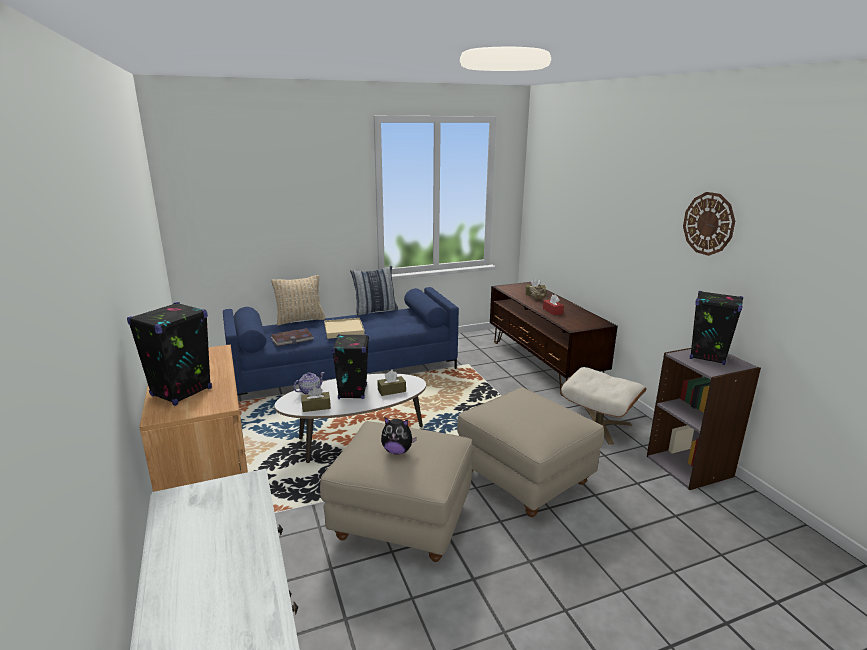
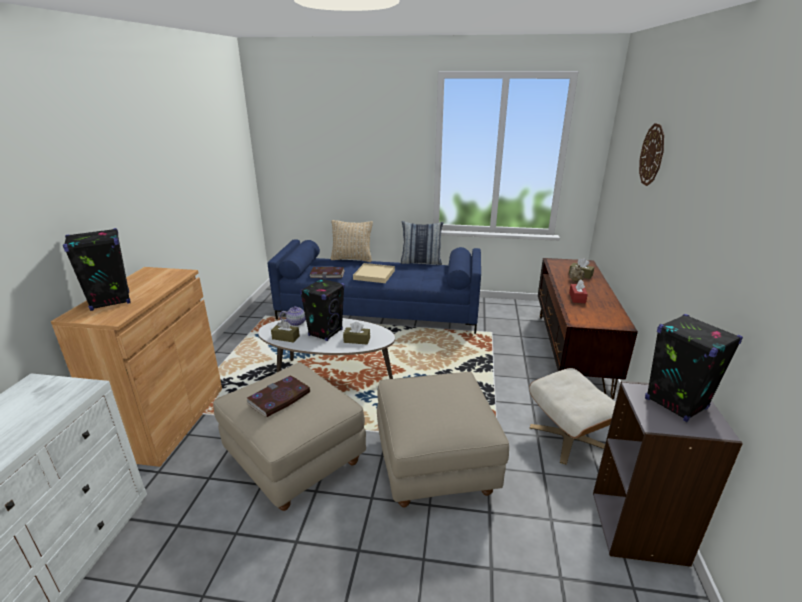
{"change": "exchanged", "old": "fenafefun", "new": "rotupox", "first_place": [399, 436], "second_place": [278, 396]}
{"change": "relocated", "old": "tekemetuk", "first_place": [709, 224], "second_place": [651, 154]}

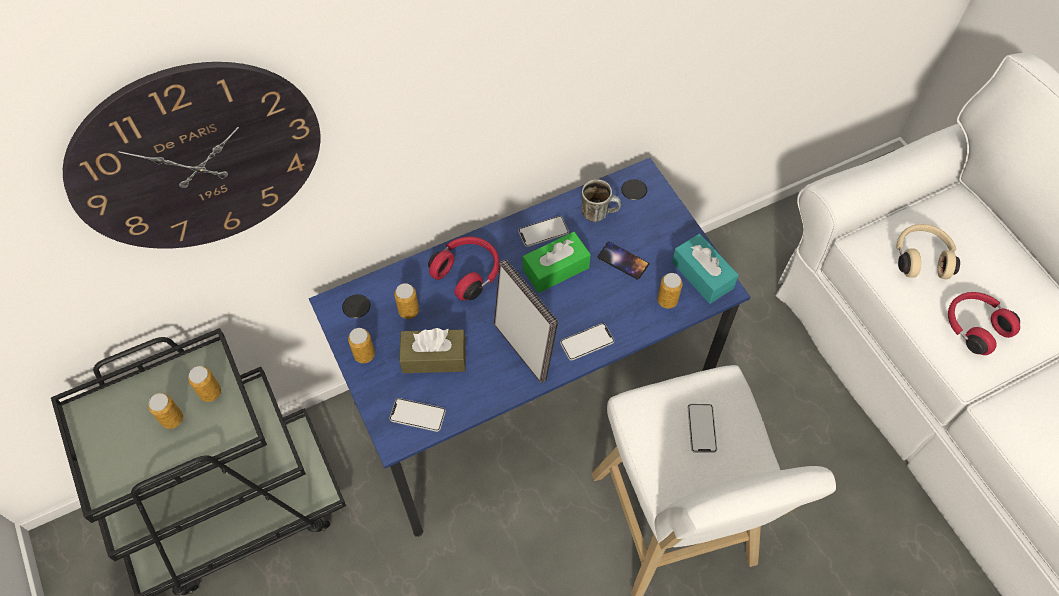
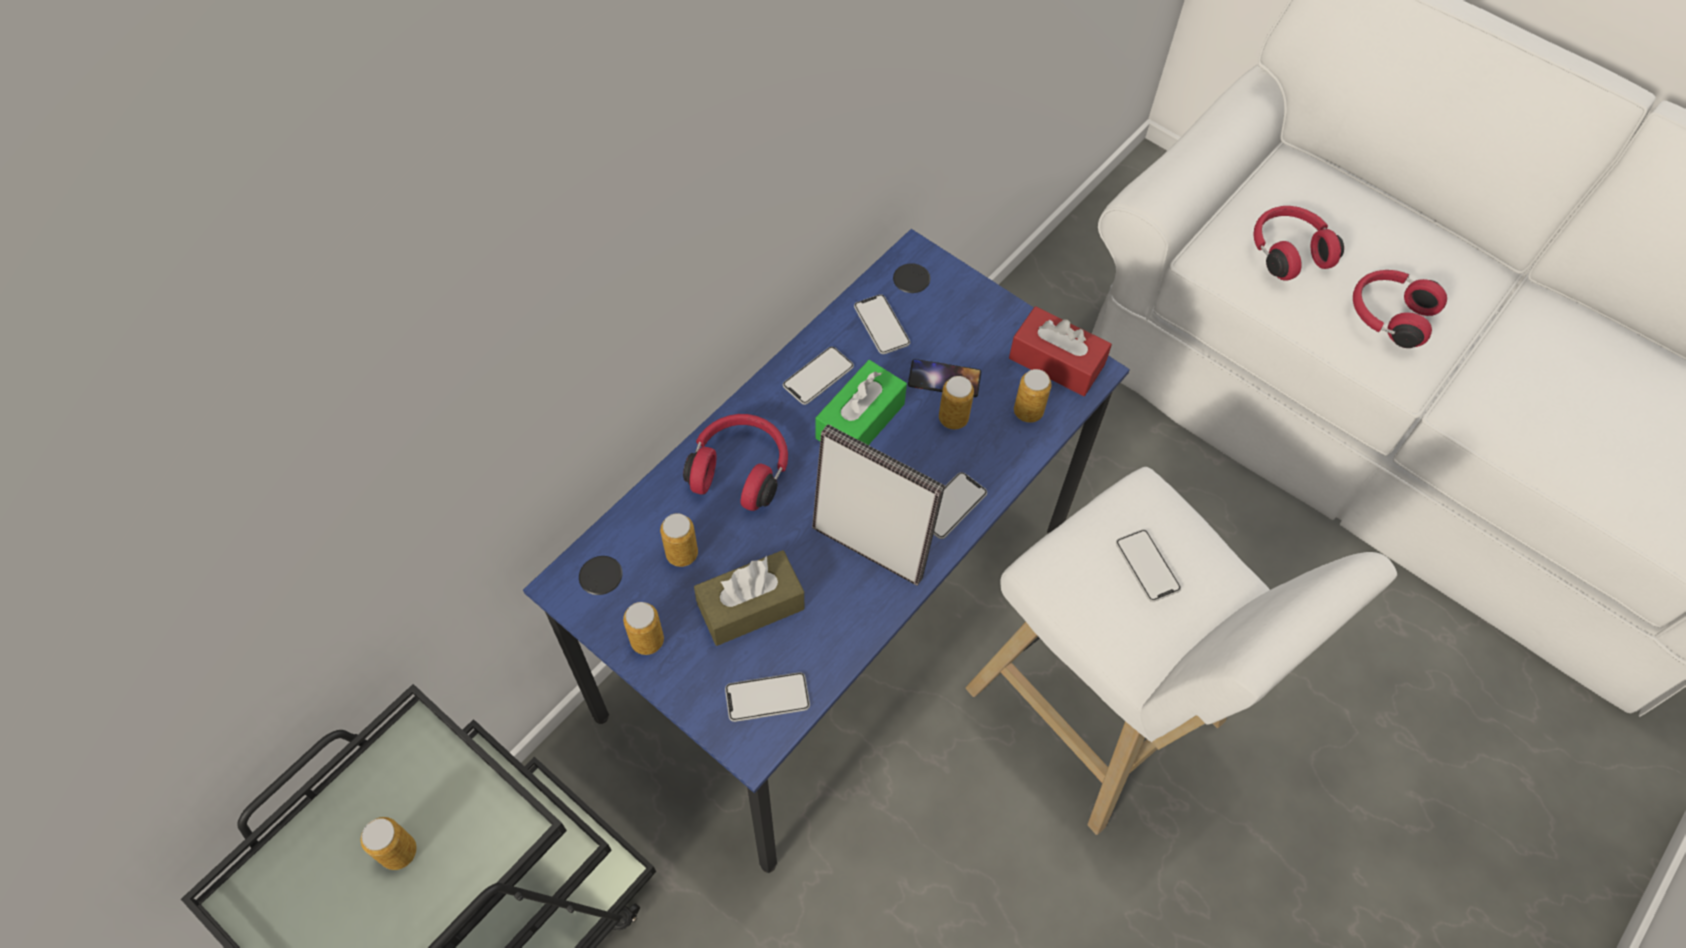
{"change": "exchanged", "old": "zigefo", "new": "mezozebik", "first_place": [601, 200], "second_place": [882, 324]}
{"change": "relocated", "old": "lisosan", "first_place": [204, 384], "second_place": [956, 402]}
{"change": "colour", "old": "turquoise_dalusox", "new": "red_dalusox", "first_place": [705, 269], "second_place": [1060, 351]}
{"change": "colour", "old": "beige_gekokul", "new": "red_gekokul", "first_place": [928, 251], "second_place": [1298, 243]}
{"change": "missing", "old": "tekemetuk", "first_place": [191, 155]}

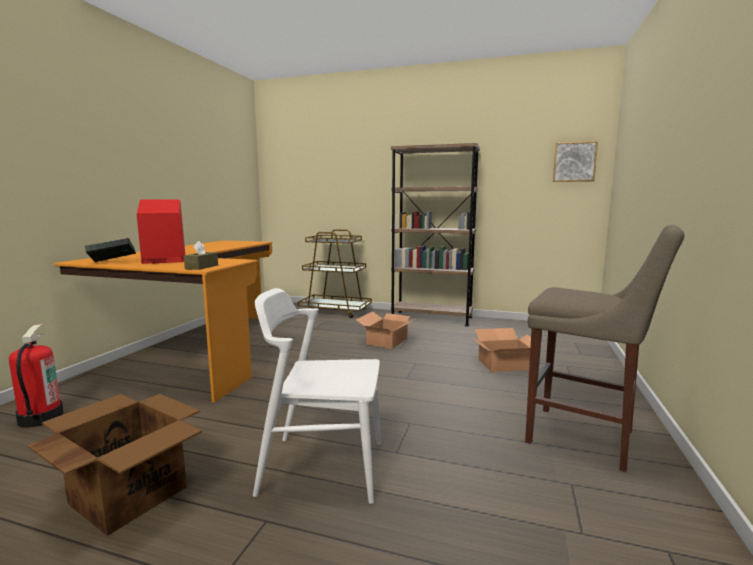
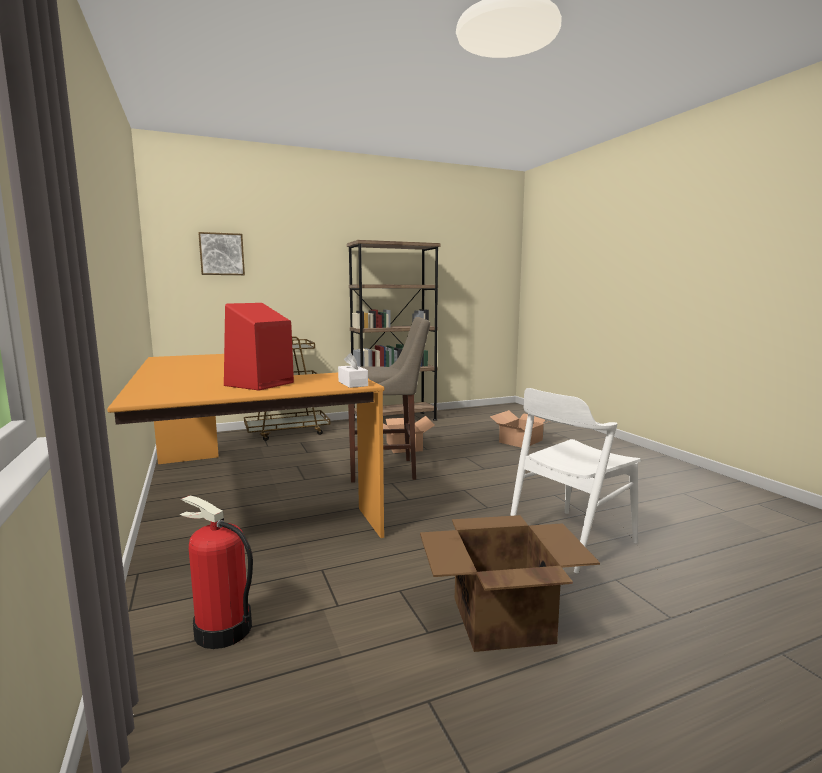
{"change": "relocated", "old": "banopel", "first_place": [575, 161], "second_place": [221, 253]}
{"change": "colour", "old": "brown_dalusox", "new": "white_dalusox", "first_place": [201, 255], "second_place": [353, 370]}
{"change": "relocated", "old": "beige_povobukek", "first_place": [605, 348], "second_place": [389, 400]}
{"change": "missing", "old": "rotupox", "first_place": [110, 250]}

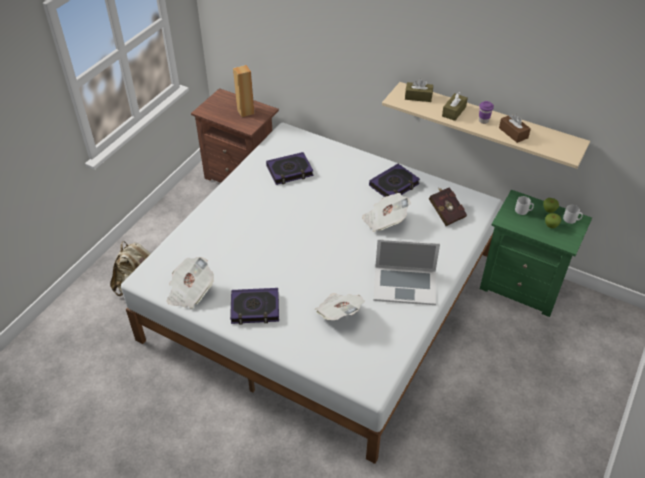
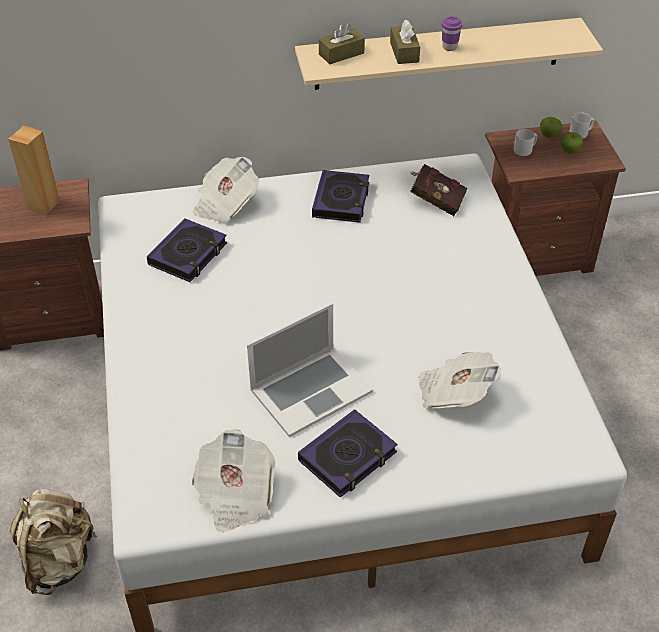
{"change": "relocated", "old": "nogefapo", "first_place": [386, 212], "second_place": [226, 190]}
{"change": "relocated", "old": "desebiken", "first_place": [406, 272], "second_place": [310, 370]}
{"change": "colour", "old": "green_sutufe", "new": "brown_sutufe", "first_place": [536, 253], "second_place": [555, 198]}
{"change": "missing", "old": "brown_dalusox", "first_place": [515, 128]}

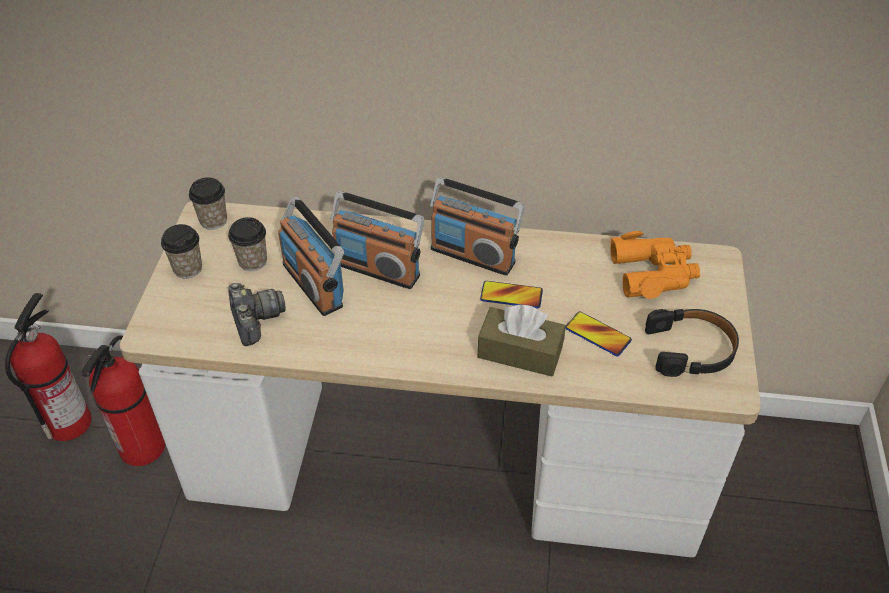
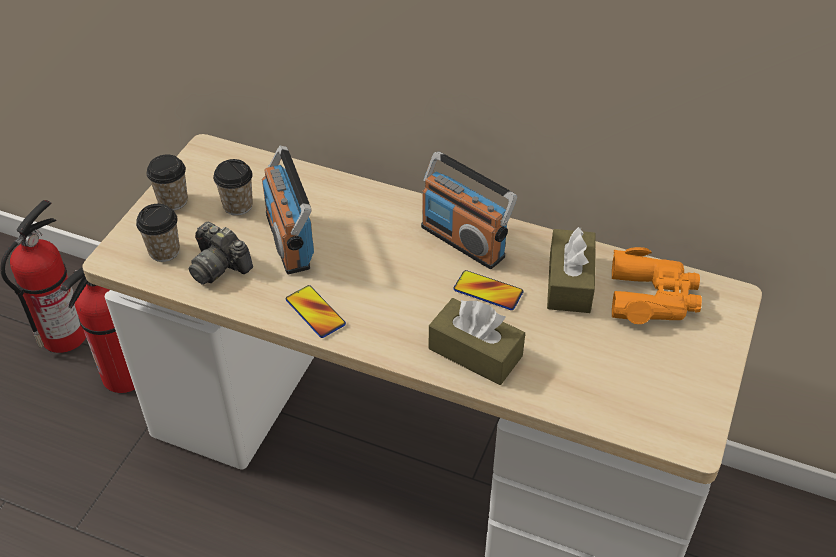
{"change": "relocated", "old": "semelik", "first_place": [208, 203], "second_place": [158, 233]}
{"change": "spun", "old": "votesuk", "first_place": [257, 314], "second_place": [221, 253], "degrees": 135}
{"change": "relocated", "old": "mezozebik", "first_place": [598, 334], "second_place": [316, 311]}
{"change": "appeared", "new": "brown_dalusox", "second_place": [571, 270]}
{"change": "missing", "old": "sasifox", "first_place": [377, 240]}
{"change": "missing", "old": "black_gekokul", "first_place": [692, 343]}

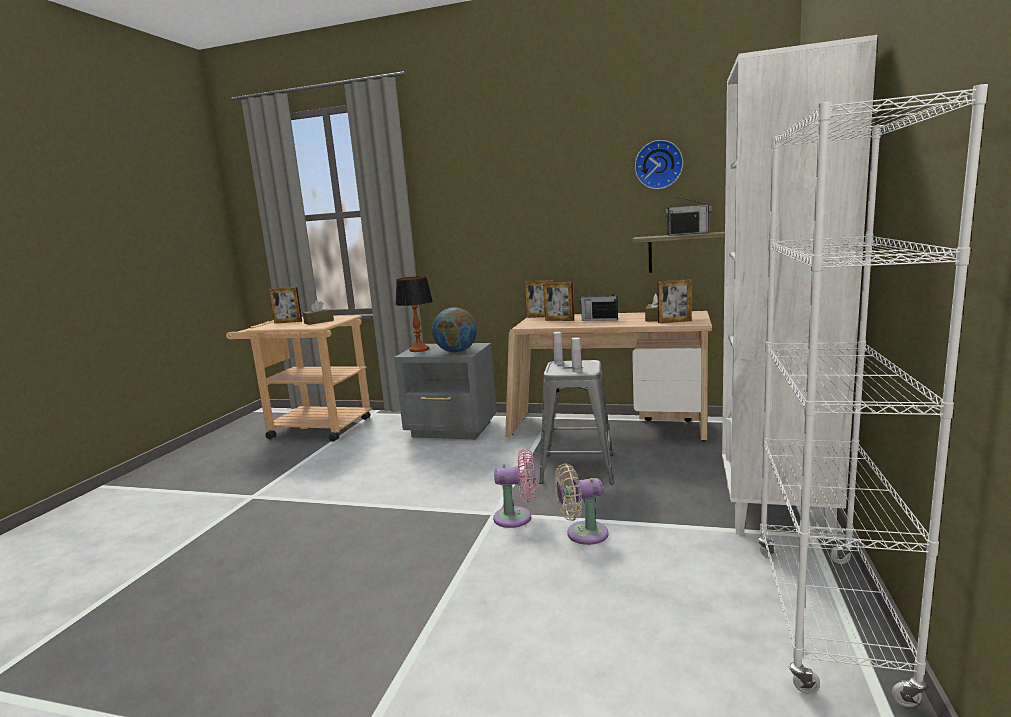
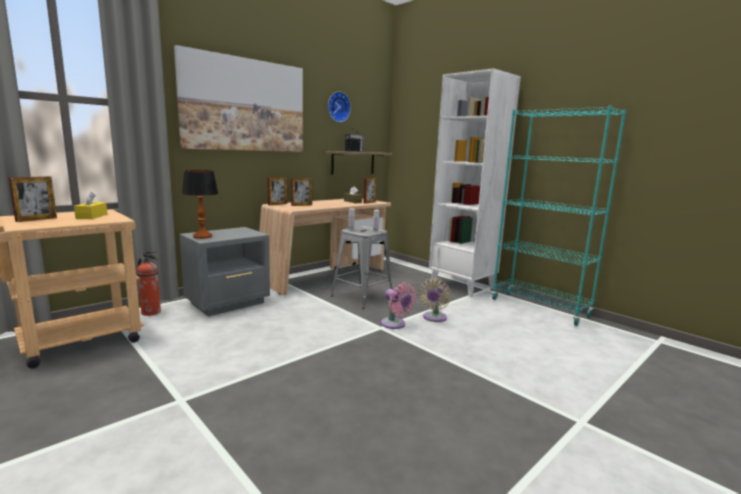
{"change": "colour", "old": "brown_dalusox", "new": "yellow_dalusox", "first_place": [318, 312], "second_place": [90, 205]}
{"change": "appeared", "new": "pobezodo", "second_place": [149, 283]}
{"change": "appeared", "new": "banopel", "second_place": [238, 98]}
{"change": "spun", "old": "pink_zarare", "first_place": [514, 488], "second_place": [398, 306], "degrees": 105}
{"change": "colour", "old": "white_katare", "new": "turquoise_katare", "first_place": [872, 395], "second_place": [559, 216]}
{"change": "missing", "old": "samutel", "first_place": [454, 329]}
{"change": "missing", "old": "sasifox", "first_place": [599, 305]}

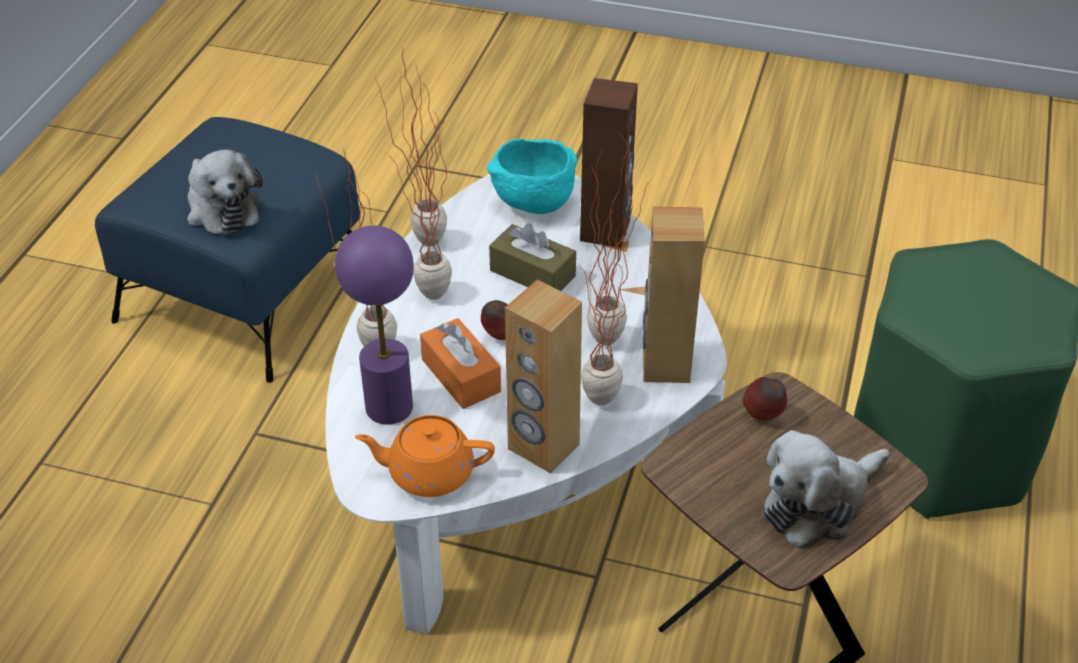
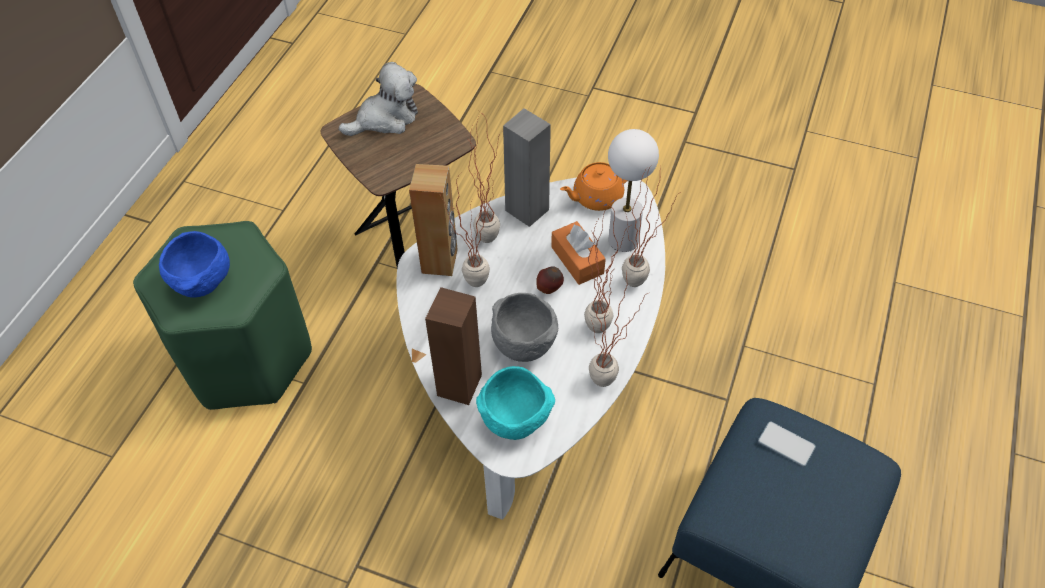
{"change": "appeared", "new": "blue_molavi", "second_place": [194, 264]}
{"change": "exchanged", "old": "brown_dalusox", "new": "grey_molavi", "first_place": [532, 257], "second_place": [524, 327]}
{"change": "colour", "old": "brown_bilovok", "new": "grey_bilovok", "first_place": [543, 376], "second_place": [527, 167]}
{"change": "spun", "old": "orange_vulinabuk", "first_place": [425, 456], "second_place": [593, 186], "degrees": 150}
{"change": "colour", "old": "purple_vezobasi", "new": "white_vezobasi", "first_place": [374, 325], "second_place": [633, 190]}
{"change": "exchanged", "old": "fenafefun", "new": "mezozebik", "first_place": [225, 192], "second_place": [787, 444]}
{"change": "missing", "old": "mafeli", "first_place": [765, 398]}

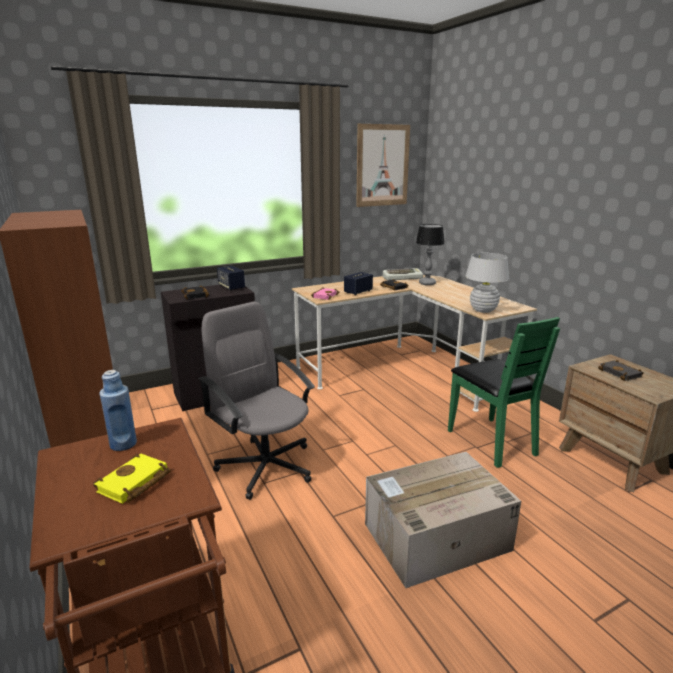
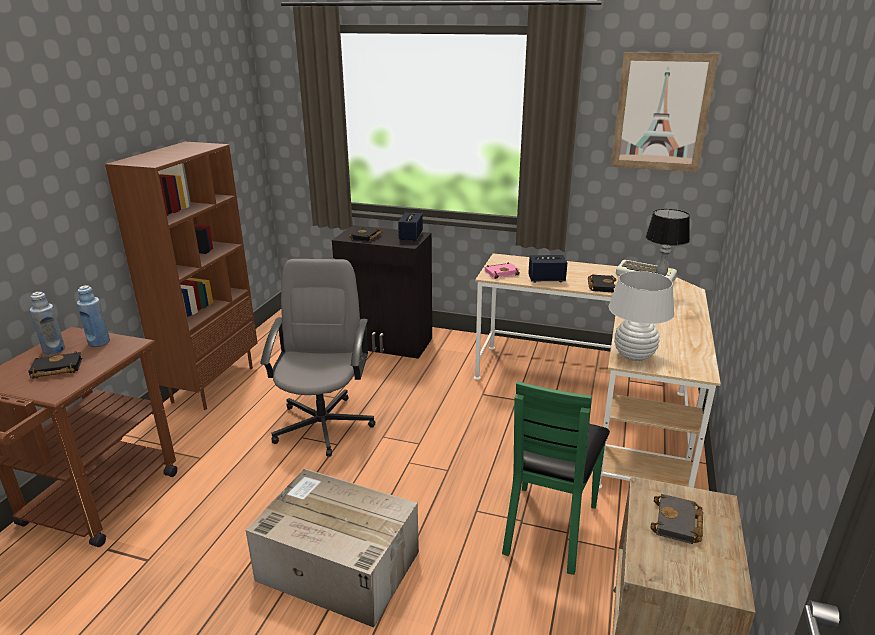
{"change": "colour", "old": "yellow_rotupox", "new": "black_rotupox", "first_place": [132, 479], "second_place": [55, 365]}
{"change": "appeared", "new": "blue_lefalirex", "second_place": [47, 323]}

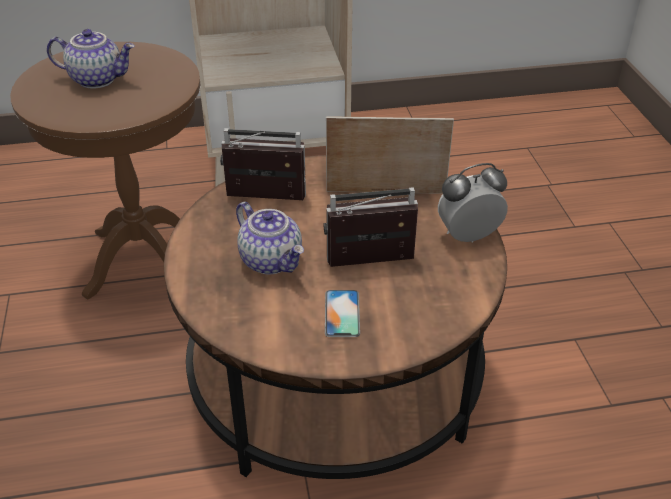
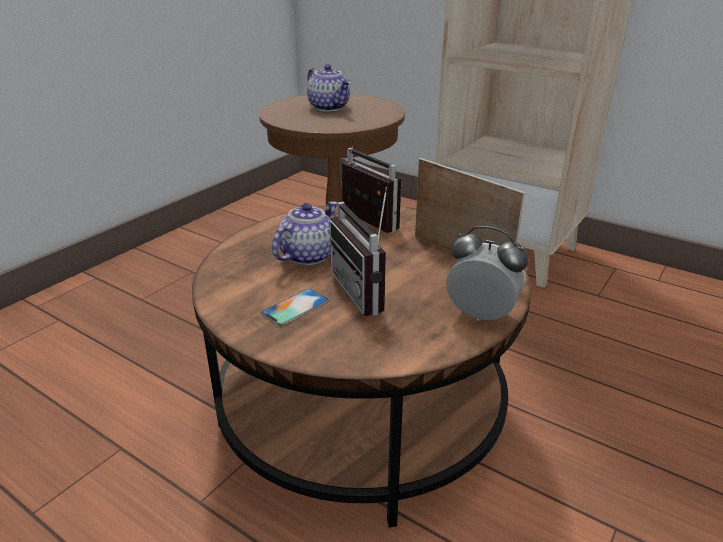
{"change": "spun", "old": "vulinabuk", "first_place": [270, 238], "second_place": [304, 233], "degrees": -150}
{"change": "spun", "old": "sasifox", "first_place": [371, 227], "second_place": [358, 251], "degrees": -150}

